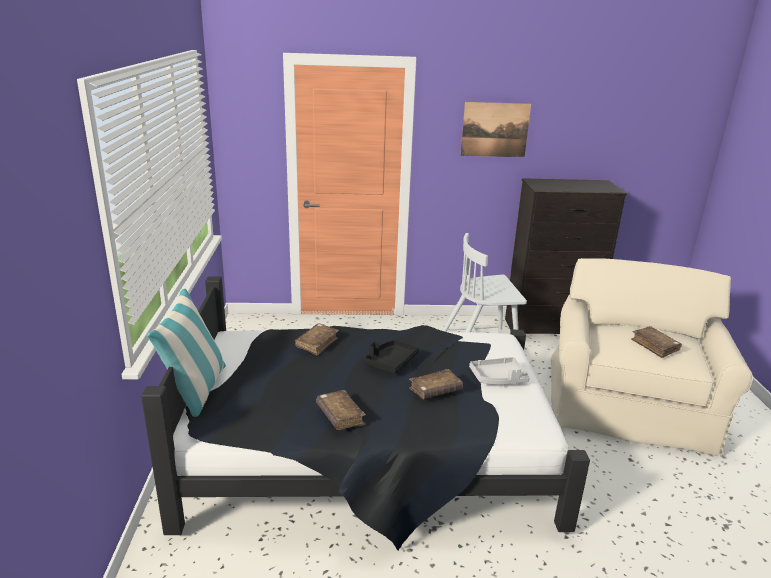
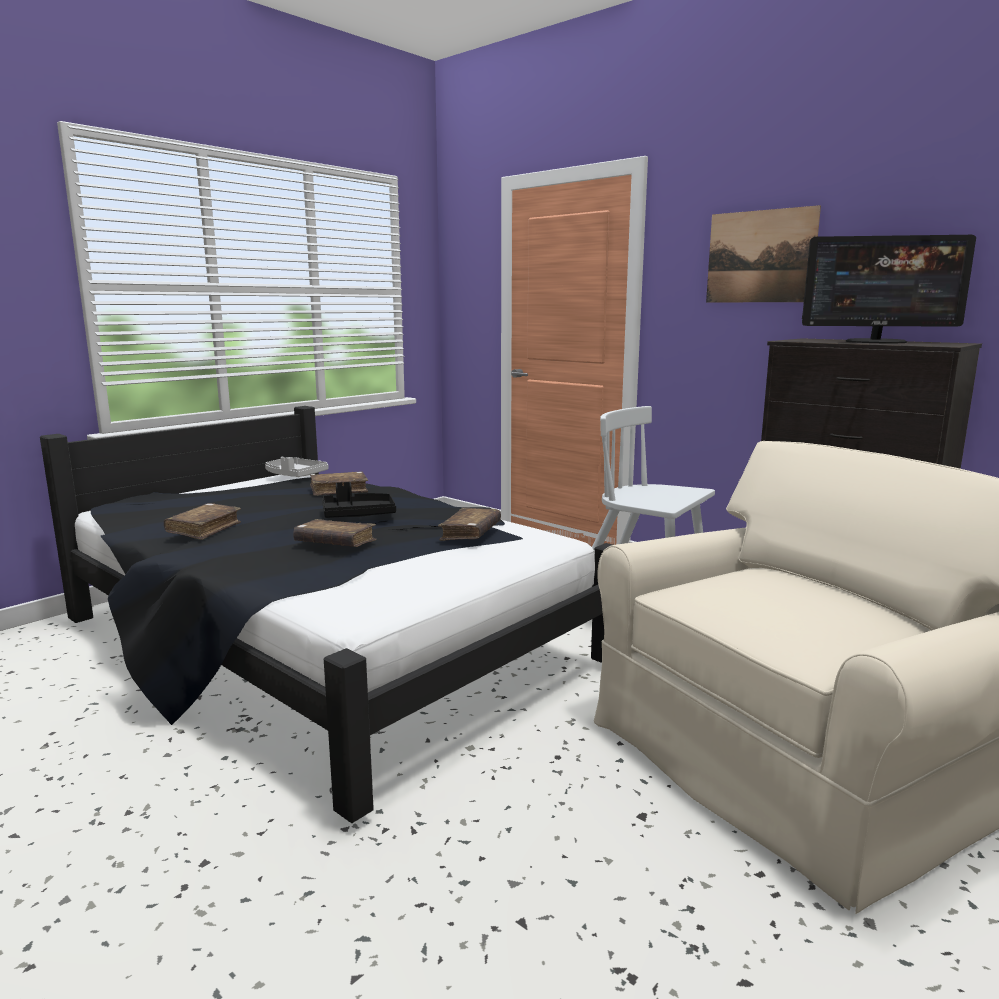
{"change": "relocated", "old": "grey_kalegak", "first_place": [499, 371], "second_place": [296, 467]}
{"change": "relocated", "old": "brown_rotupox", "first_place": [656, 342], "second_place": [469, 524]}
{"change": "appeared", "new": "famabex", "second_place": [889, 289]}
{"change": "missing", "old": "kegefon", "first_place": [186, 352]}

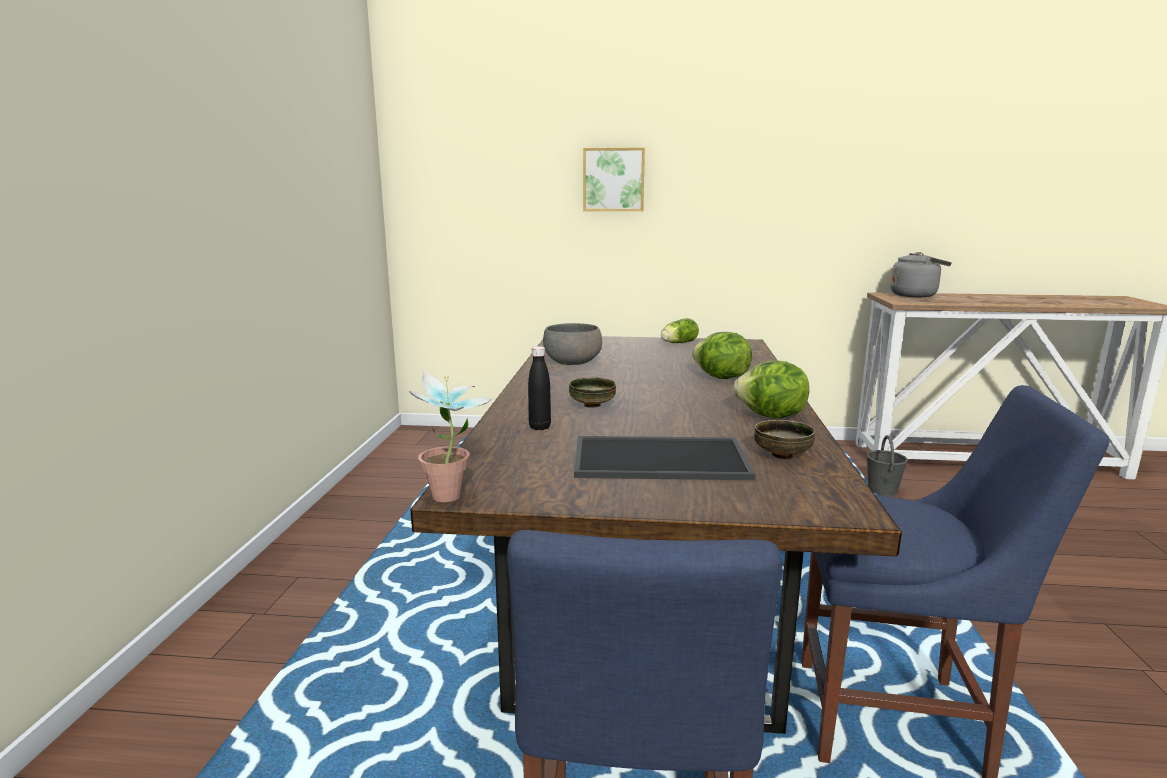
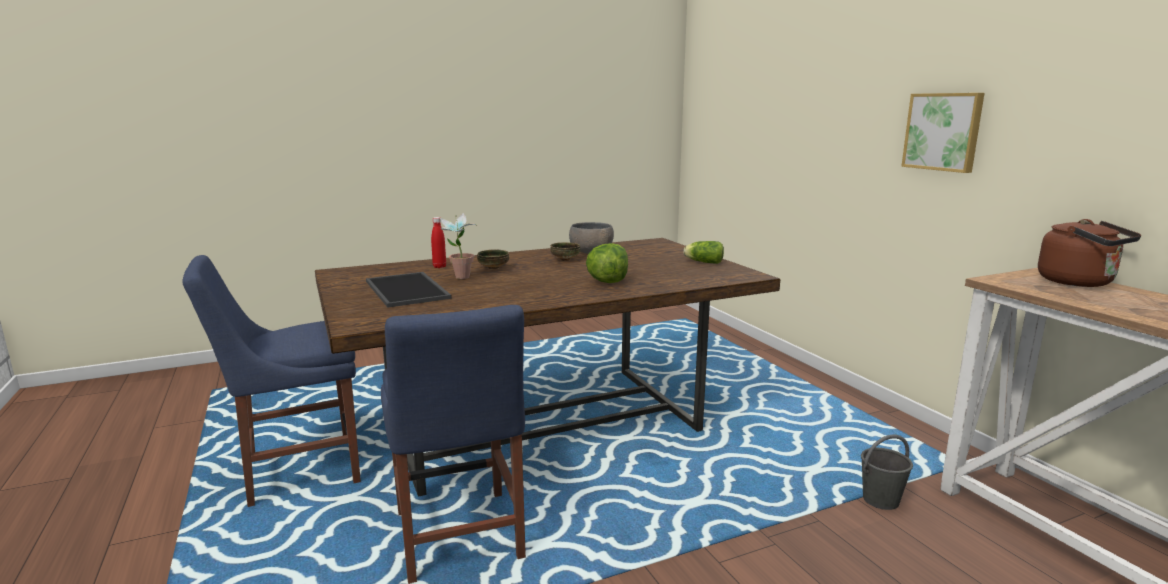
{"change": "colour", "old": "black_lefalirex", "new": "red_lefalirex", "first_place": [539, 388], "second_place": [438, 242]}
{"change": "relocated", "old": "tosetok", "first_place": [450, 436], "second_place": [458, 246]}
{"change": "relocated", "old": "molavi", "first_place": [784, 439], "second_place": [565, 251]}
{"change": "relocated", "old": "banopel", "first_place": [614, 179], "second_place": [942, 133]}
{"change": "colour", "old": "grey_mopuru", "new": "brown_mopuru", "first_place": [921, 274], "second_place": [1089, 253]}
{"change": "missing", "old": "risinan", "first_place": [771, 390]}

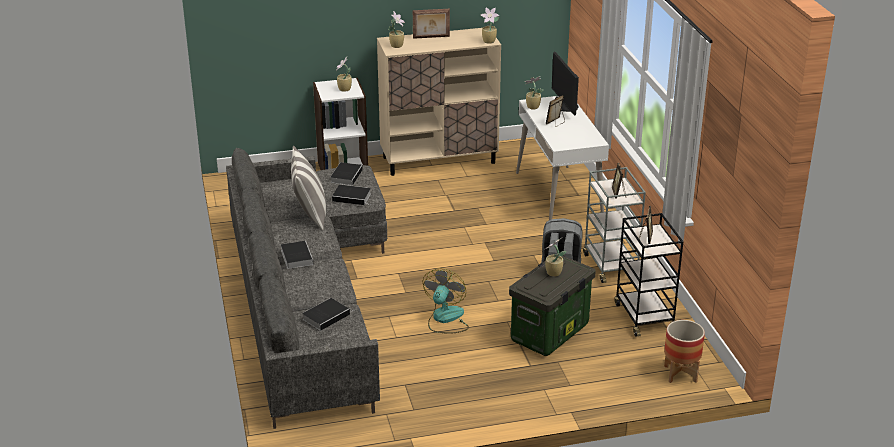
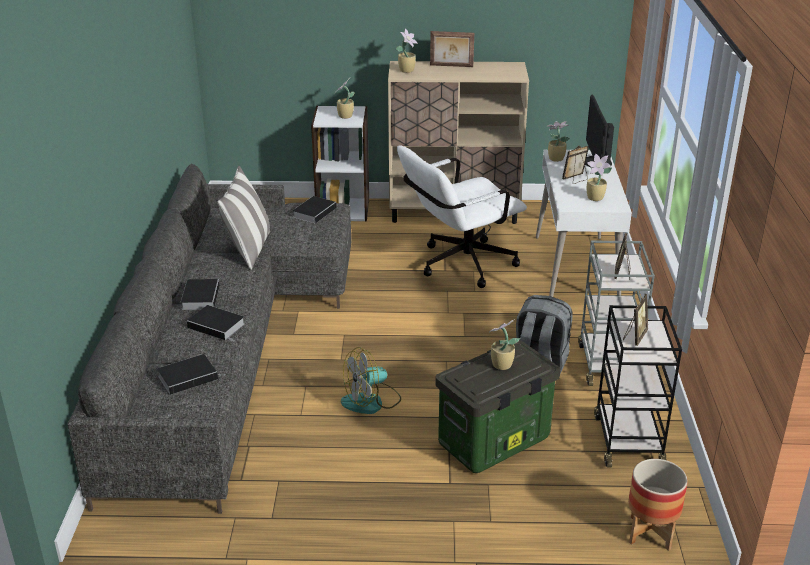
{"change": "relocated", "old": "rotupox", "first_place": [351, 195], "second_place": [216, 323]}
{"change": "spun", "old": "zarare", "first_place": [445, 301], "second_place": [371, 380], "degrees": -150}
{"change": "appeared", "new": "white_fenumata", "second_place": [462, 216]}
{"change": "relocated", "old": "tosetok", "first_place": [490, 25], "second_place": [599, 177]}

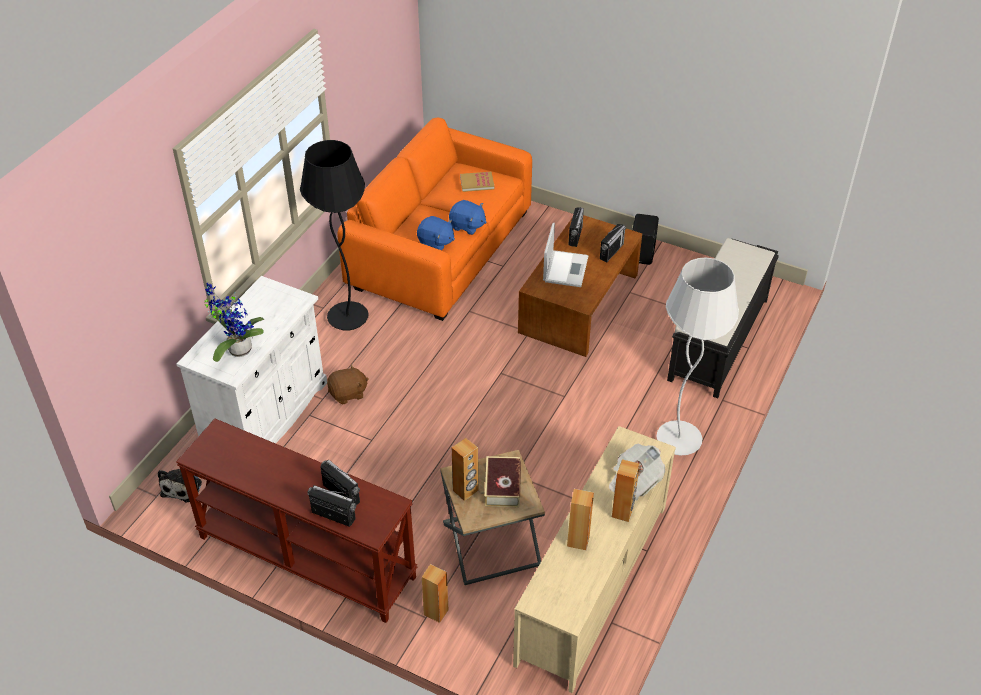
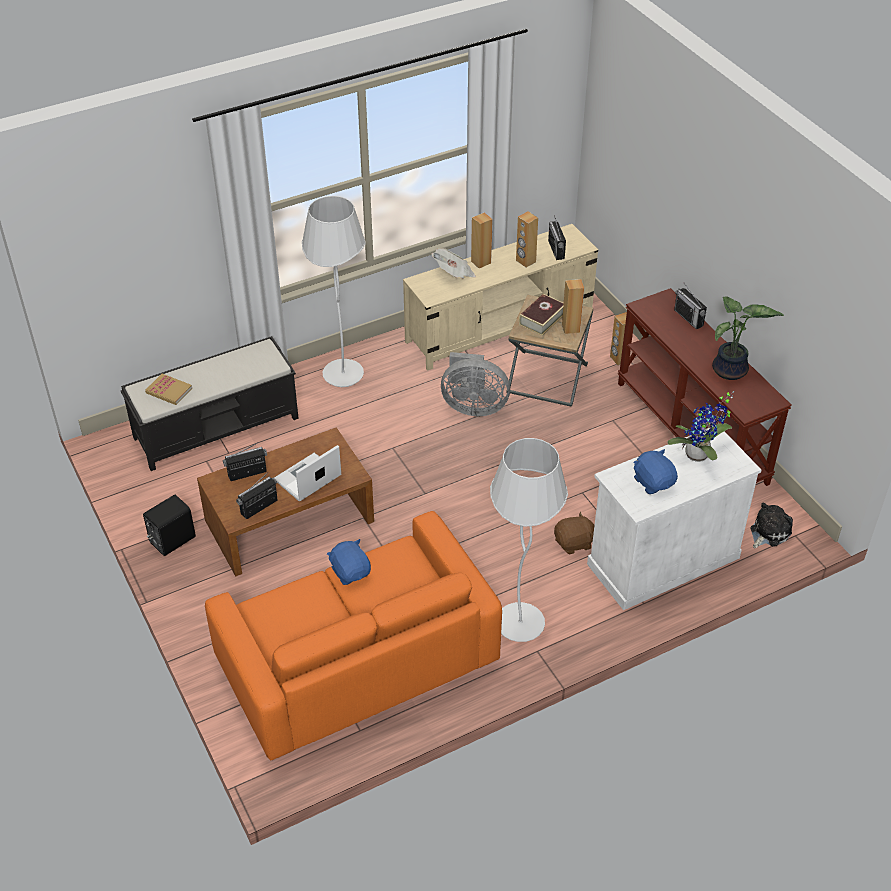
{"change": "relocated", "old": "rotupox", "first_place": [477, 182], "second_place": [168, 389]}
{"change": "appeared", "new": "grey_zarare", "second_place": [475, 384]}
{"change": "colour", "old": "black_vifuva", "new": "white_vifuva", "first_place": [334, 235], "second_place": [529, 540]}
{"change": "relocated", "old": "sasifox", "first_place": [340, 482], "second_place": [557, 237]}
{"change": "spun", "old": "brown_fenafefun", "first_place": [348, 384], "second_place": [574, 533], "degrees": 150}
{"change": "relocated", "old": "blue_fenafefun", "first_place": [436, 233], "second_place": [655, 471]}
{"change": "appeared", "new": "tosetok", "second_place": [748, 338]}

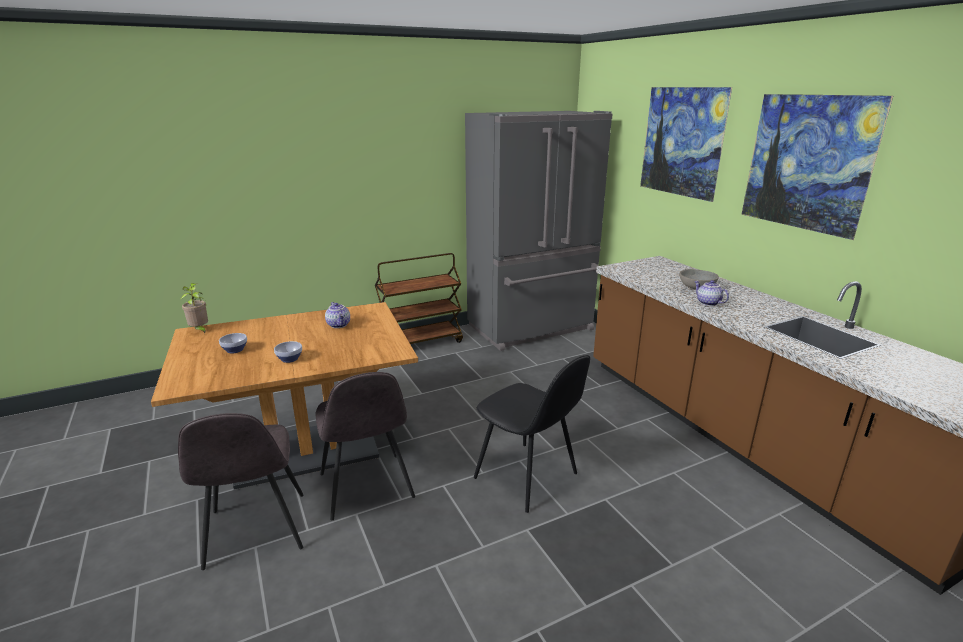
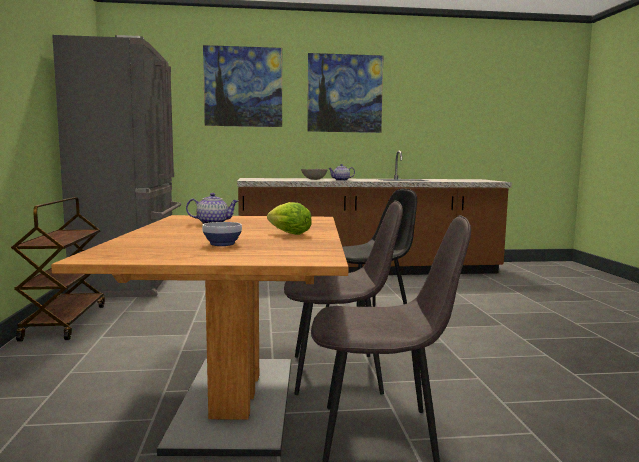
{"change": "exchanged", "old": "molavi", "new": "risinan", "first_place": [288, 352], "second_place": [289, 218]}
{"change": "missing", "old": "tosetok", "first_place": [194, 308]}

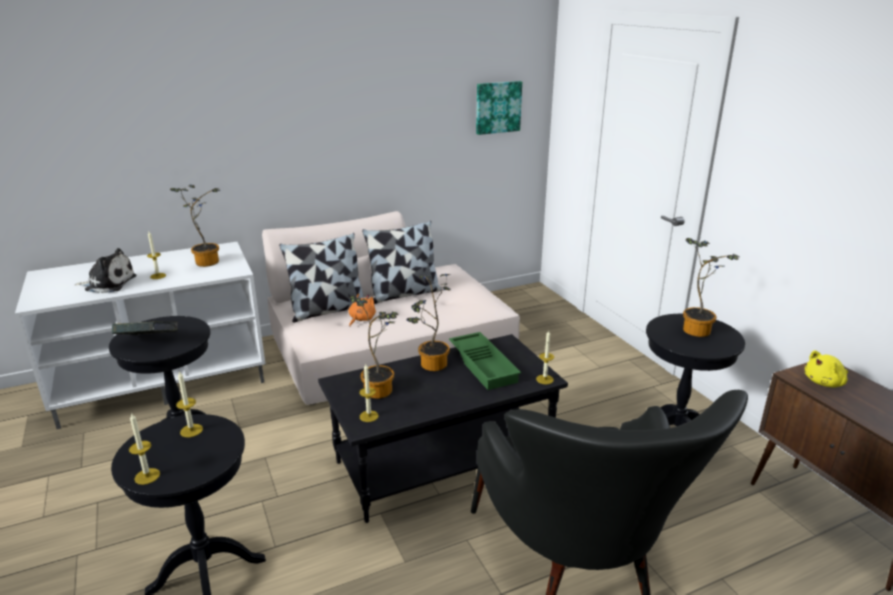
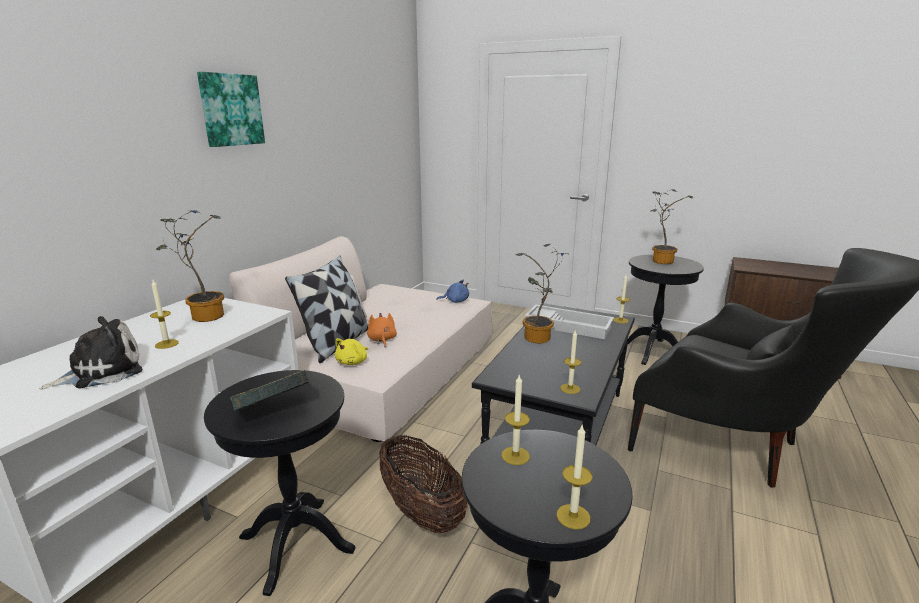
{"change": "relocated", "old": "banopel", "first_place": [499, 108], "second_place": [231, 109]}
{"change": "relocated", "old": "yellow_fenafefun", "first_place": [826, 369], "second_place": [351, 351]}
{"change": "appeared", "new": "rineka", "second_place": [423, 484]}
{"change": "appeared", "new": "blue_fenafefun", "second_place": [452, 291]}
{"change": "colour", "old": "green_kalegak", "new": "white_kalegak", "first_place": [485, 361], "second_place": [569, 322]}
{"change": "missing", "old": "tosetok", "first_place": [373, 347]}
{"change": "missing", "old": "kegefon", "first_place": [402, 262]}

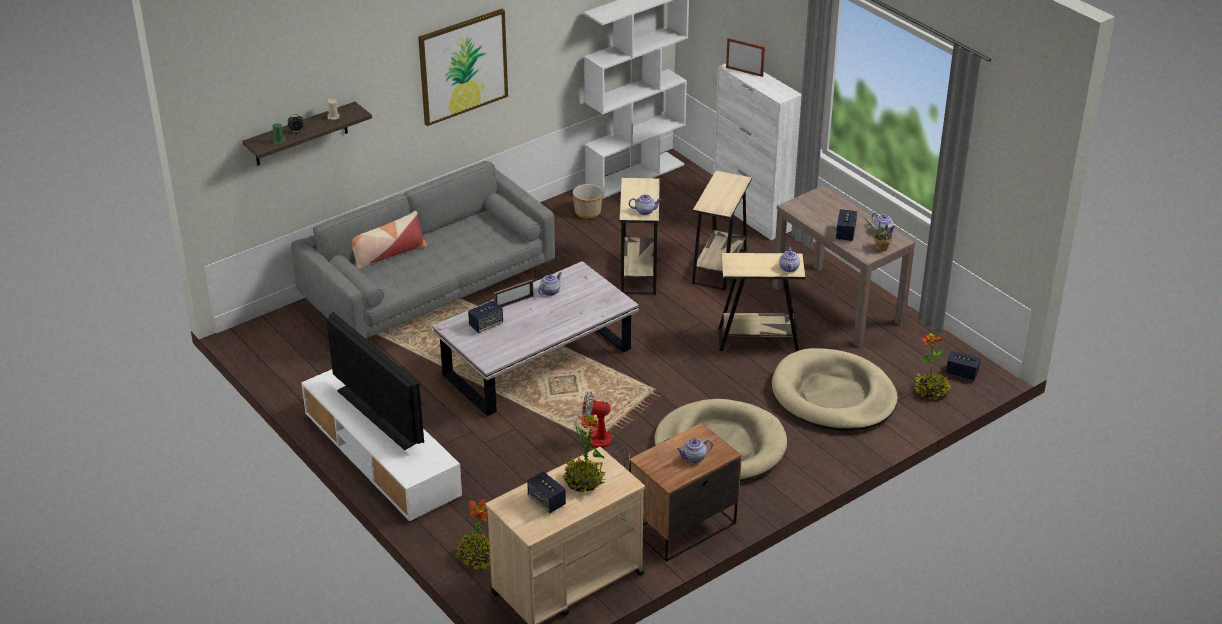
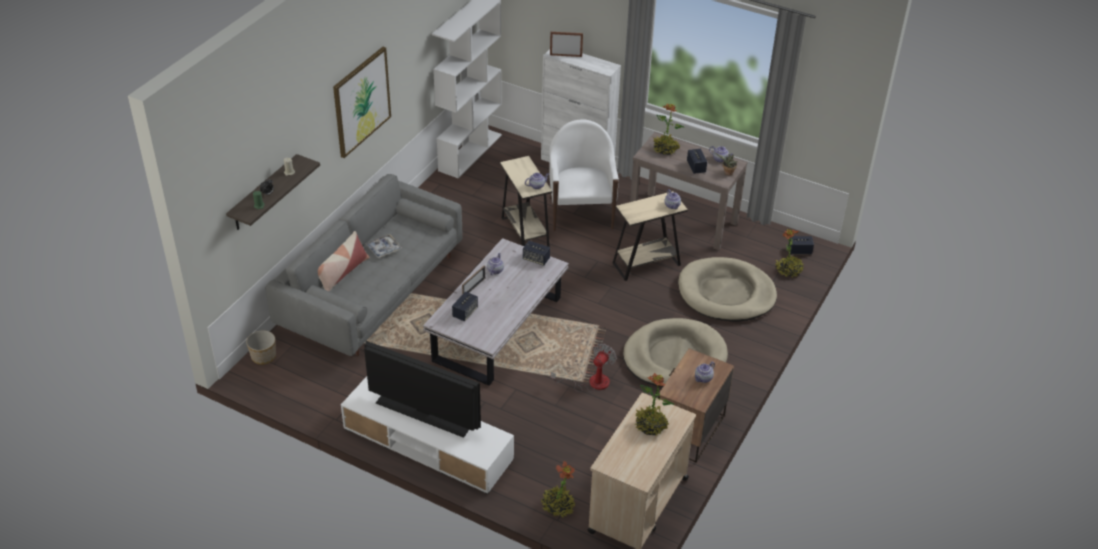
{"change": "relocated", "old": "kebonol", "first_place": [588, 201], "second_place": [261, 347]}
{"change": "appeared", "new": "kalegak", "second_place": [383, 246]}
{"change": "relocated", "old": "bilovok", "first_place": [546, 492], "second_place": [536, 253]}
{"change": "exchanged", "old": "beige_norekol", "new": "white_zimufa", "first_place": [722, 231], "second_place": [584, 175]}
{"change": "spun", "old": "zarare", "first_place": [606, 430], "second_place": [584, 367], "degrees": 135}
{"change": "appeared", "new": "tosetok", "second_place": [668, 129]}

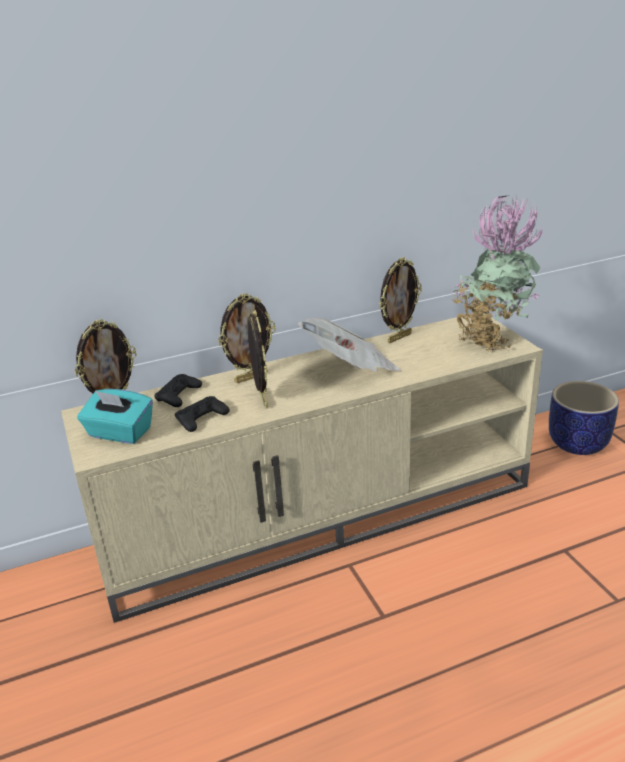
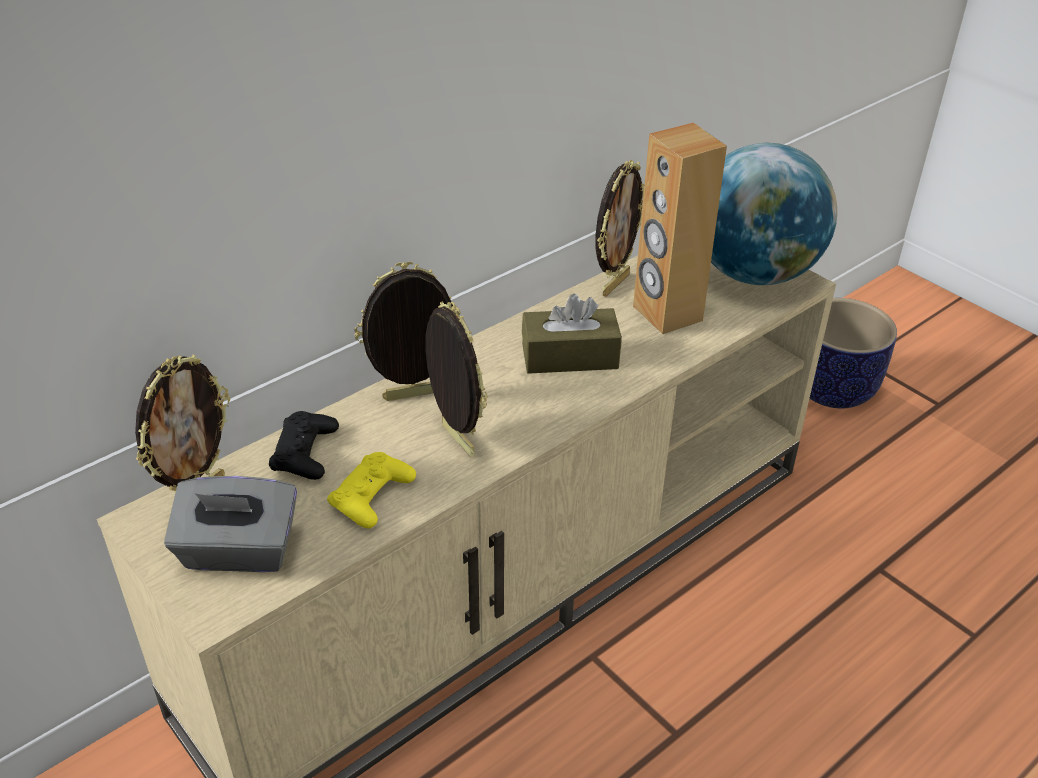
{"change": "colour", "old": "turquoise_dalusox", "new": "grey_dalusox", "first_place": [115, 416], "second_place": [230, 524]}
{"change": "colour", "old": "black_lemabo", "new": "yellow_lemabo", "first_place": [202, 414], "second_place": [371, 490]}
{"change": "spun", "old": "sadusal", "first_place": [247, 338], "second_place": [407, 331], "degrees": -150}
{"change": "exchanged", "old": "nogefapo", "new": "brown_dalusox", "first_place": [349, 345], "second_place": [572, 334]}
{"change": "appeared", "new": "brown_bilovok", "second_place": [680, 228]}
{"change": "exchanged", "old": "tosetok", "new": "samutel", "first_place": [497, 273], "second_place": [774, 213]}

